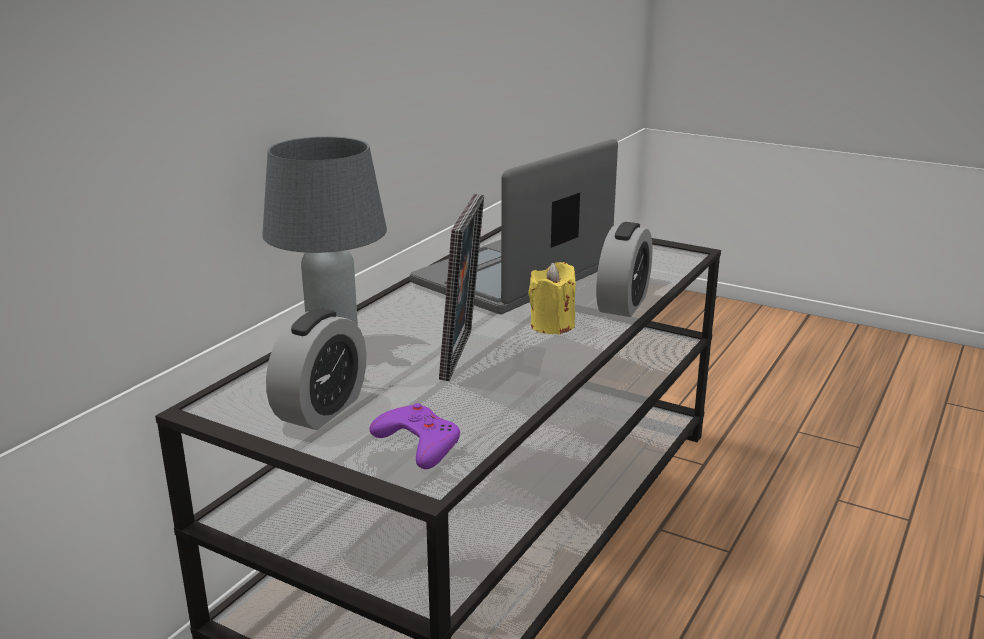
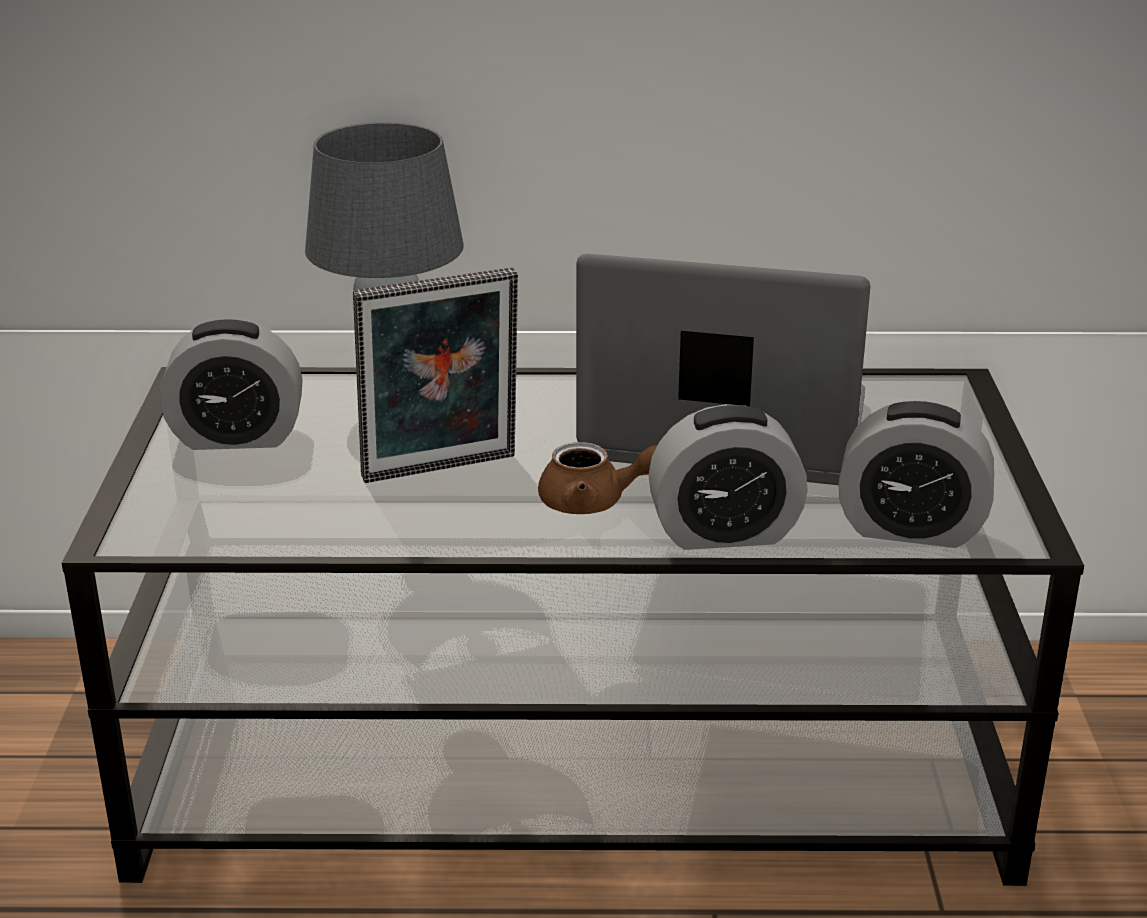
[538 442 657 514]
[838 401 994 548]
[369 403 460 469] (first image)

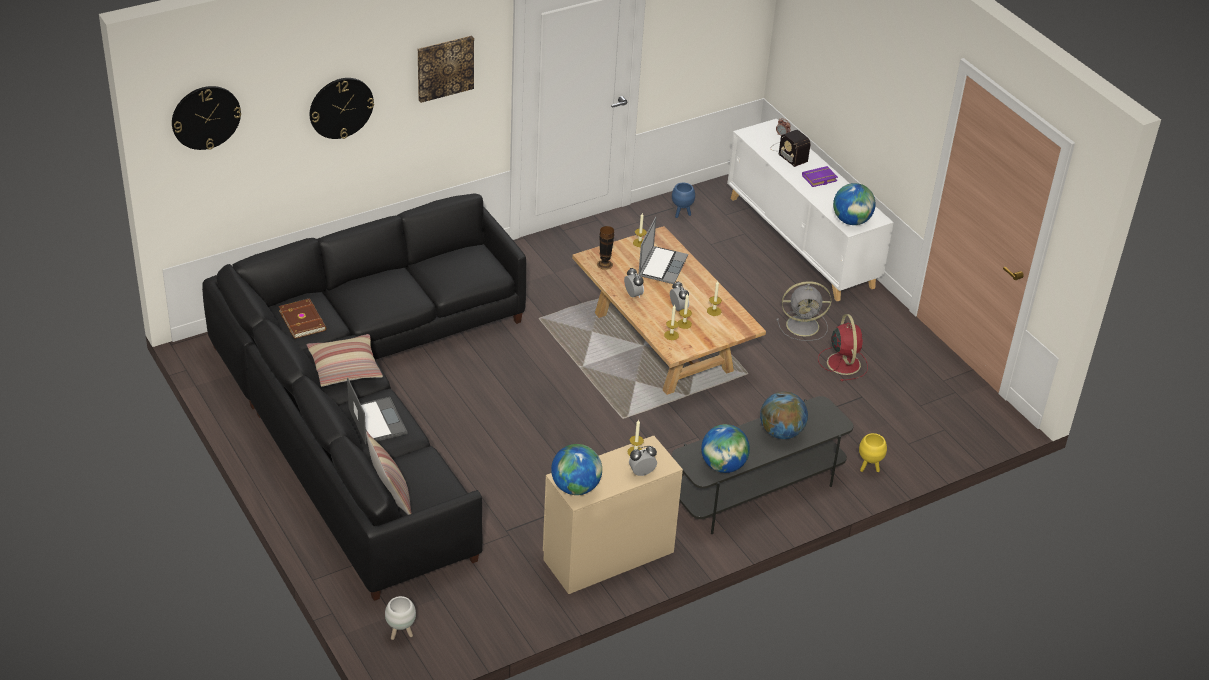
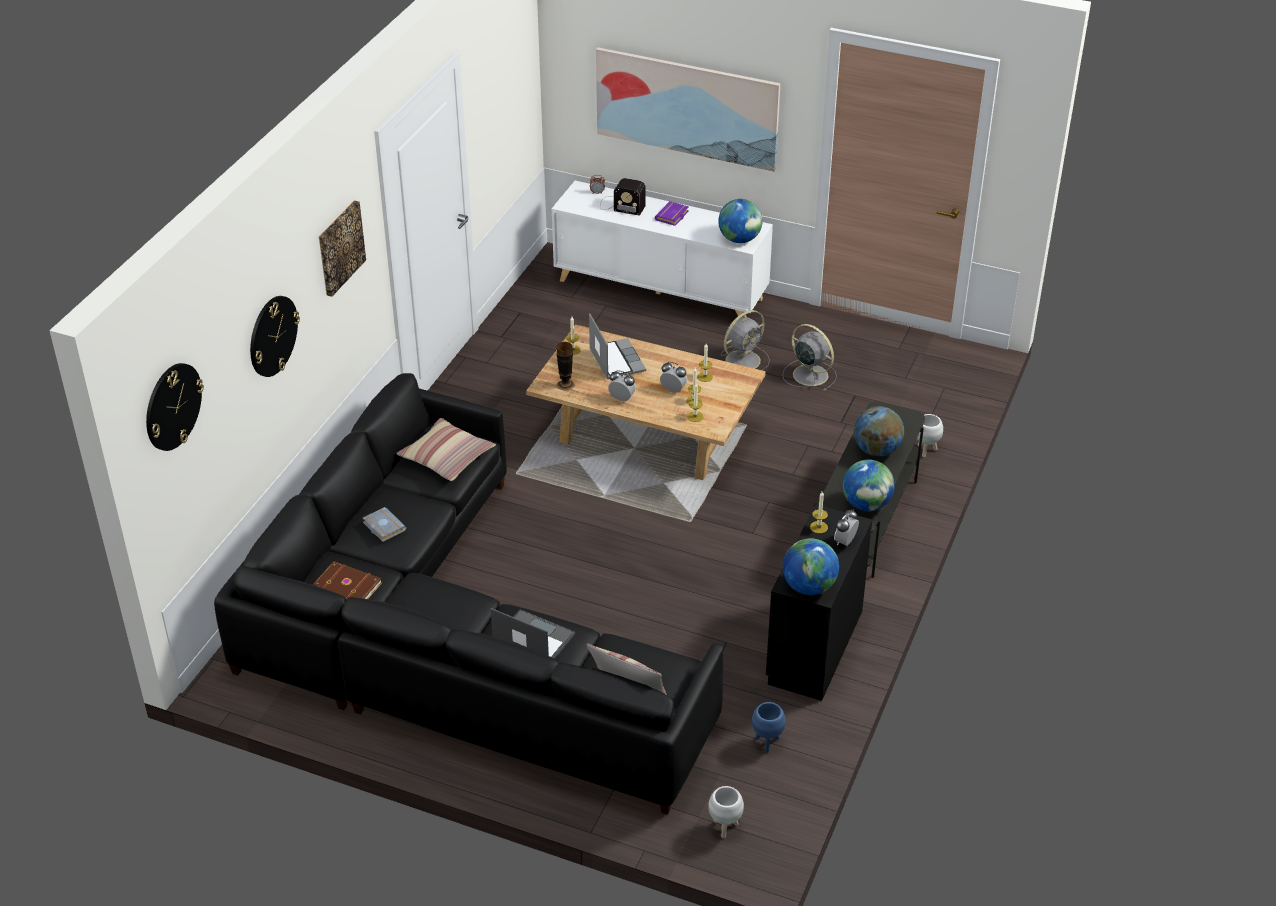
[363 507 406 542]
[396 418 496 481]
[596 47 781 172]
[752 702 786 753]
[766 504 872 701]
[782 324 837 391]
[917 414 943 457]

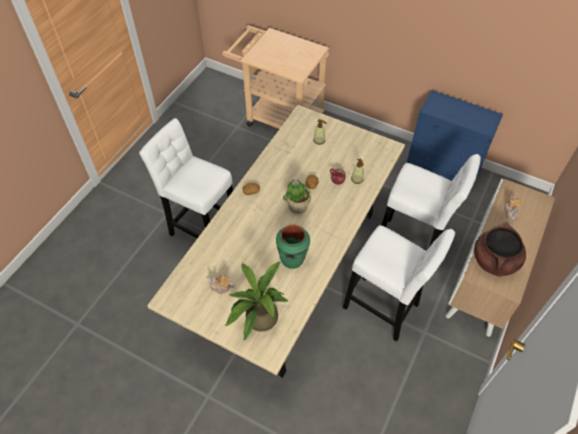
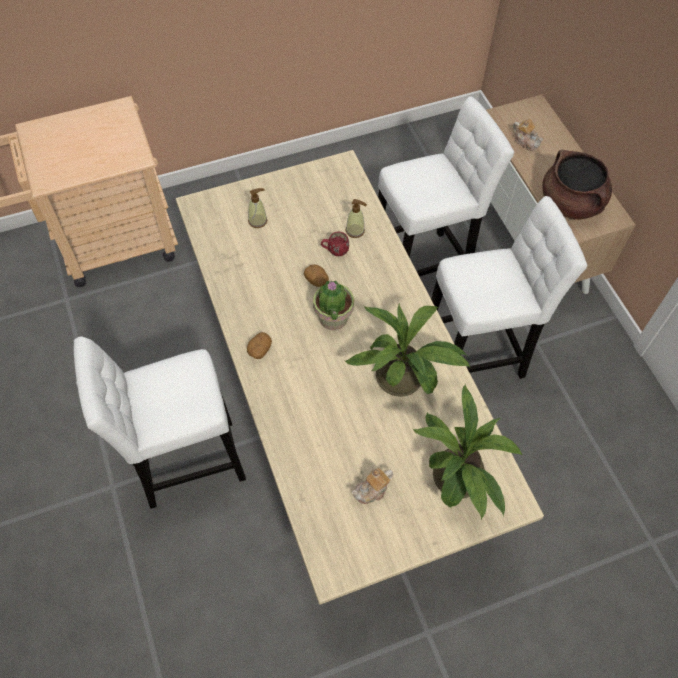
[345 304 471 397]
[407 90 503 187] (first image)

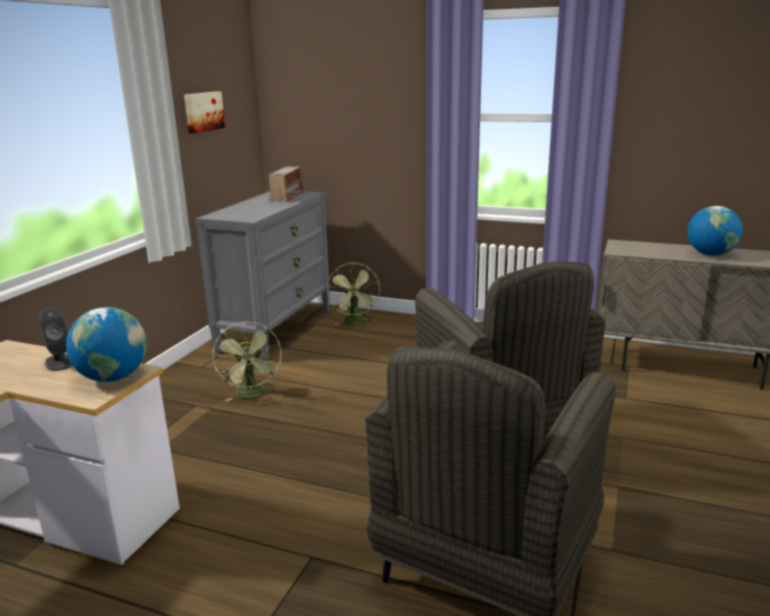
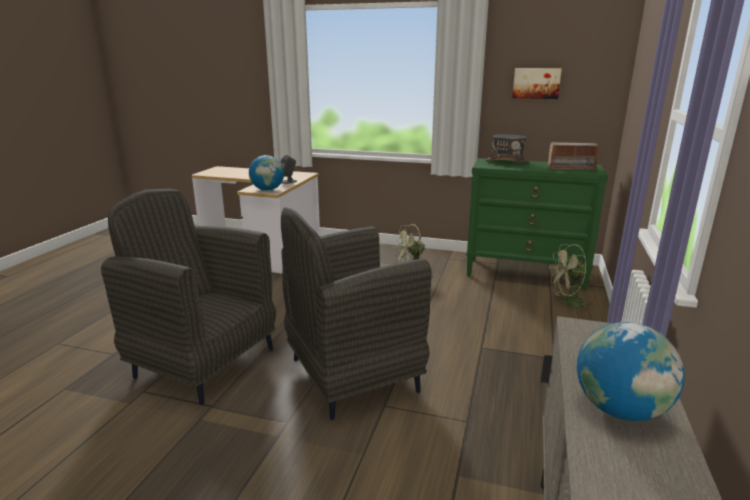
[466 158 608 290]
[485 134 530 164]

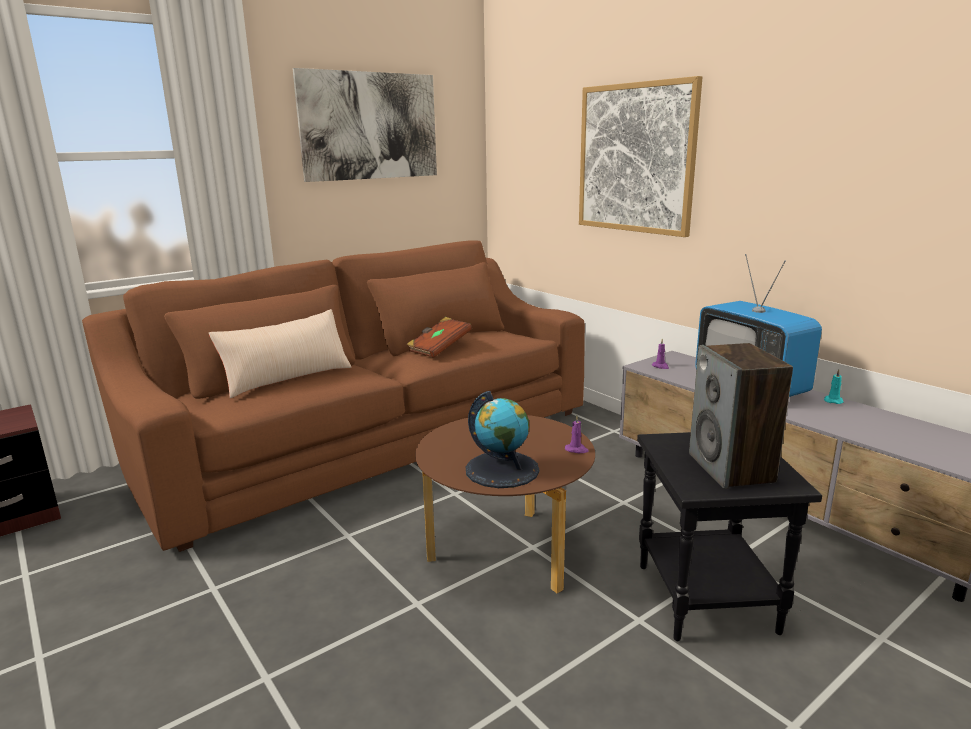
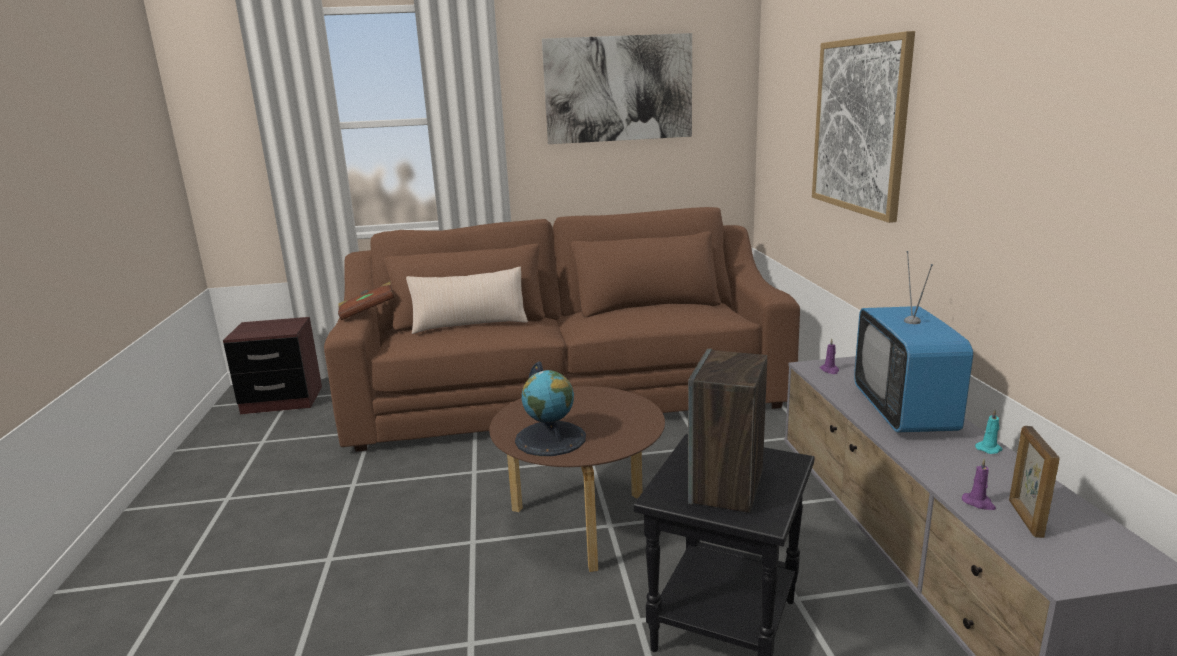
[338 282 395 320]
[962 458 996 510]
[1009 426 1059 538]

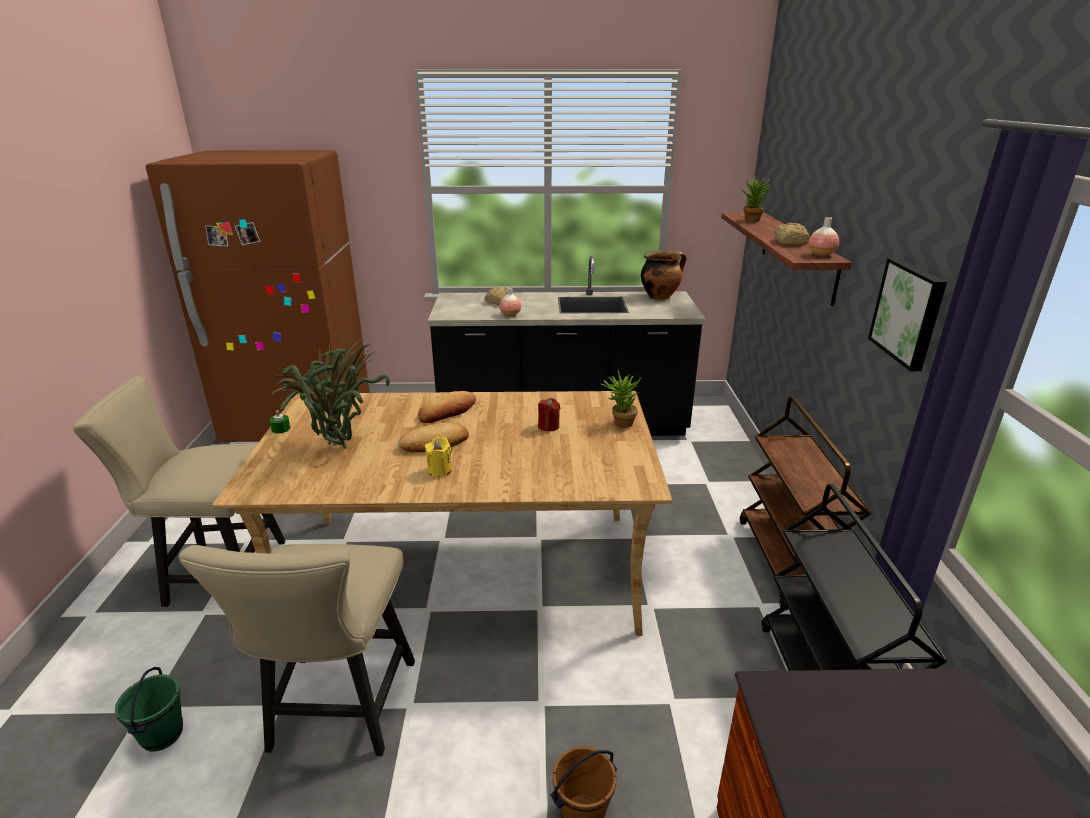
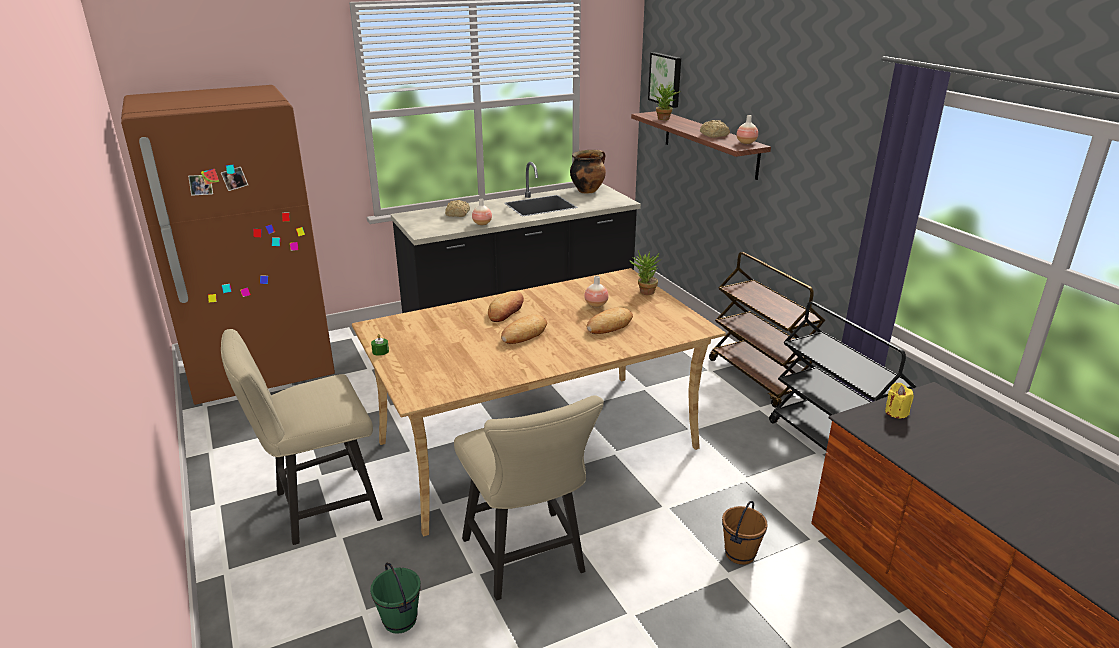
[584 276 608 307]
[587 307 633 334]
[648 52 681 108]
[885 383 914 419]
[263 339 390 449] (first image)

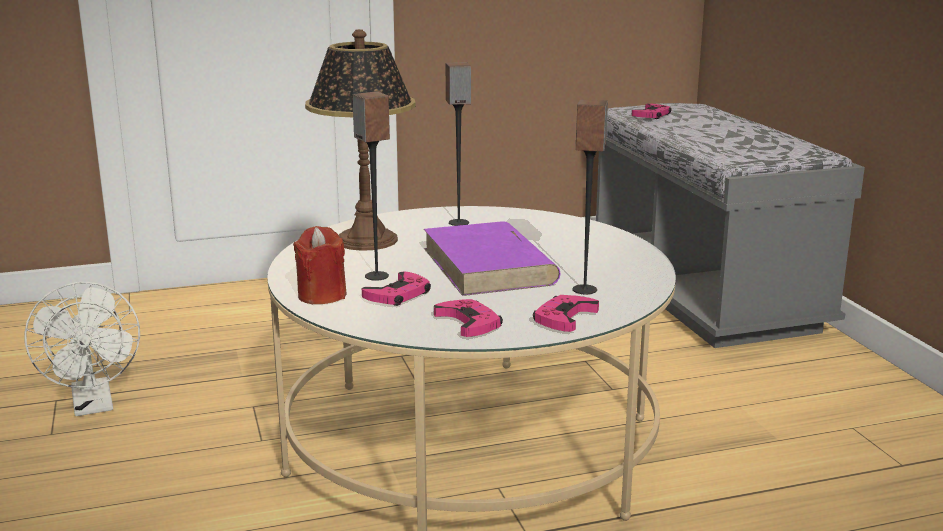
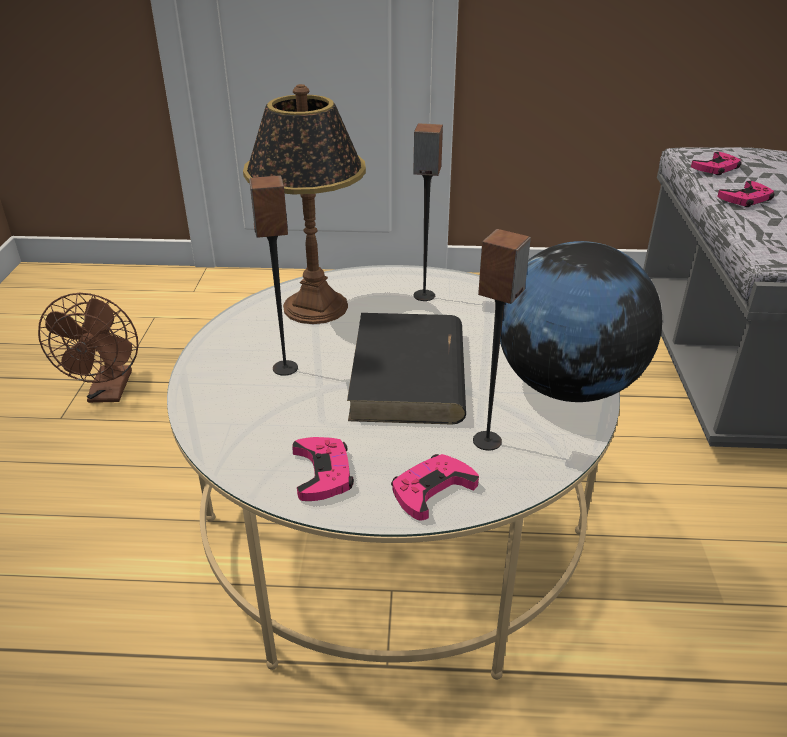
[38 293 138 403]
[347 313 466 424]
[500 241 662 402]
[717 181 774 207]
[293 226 347 304] (first image)

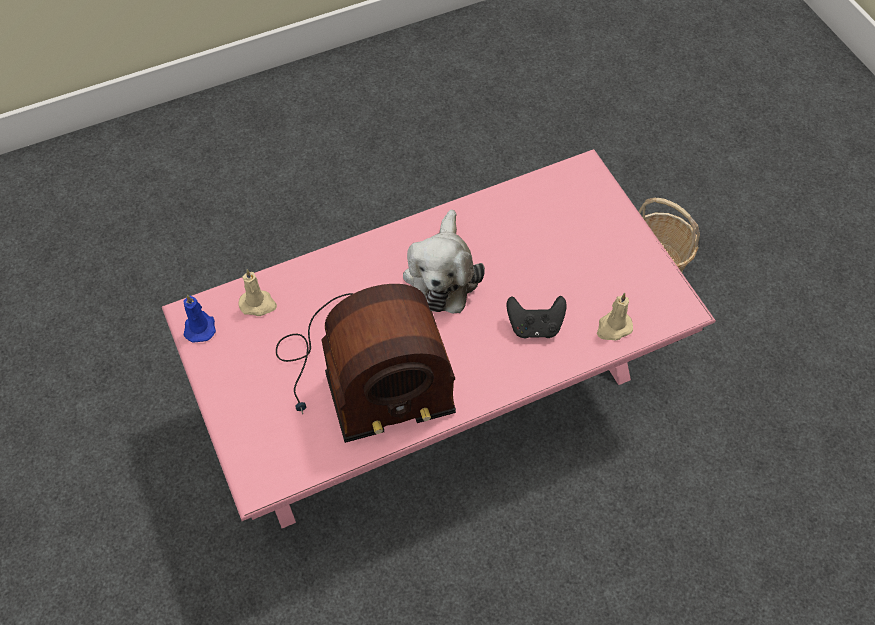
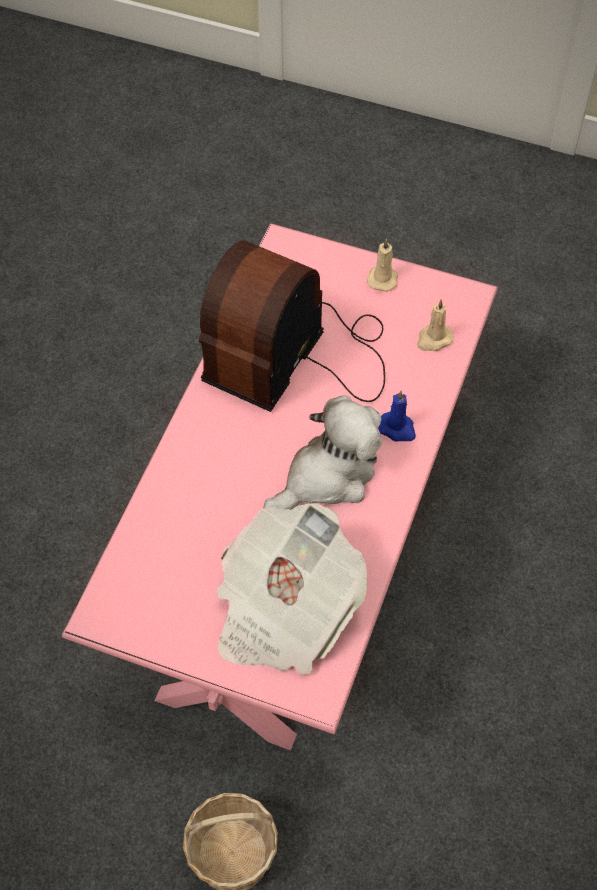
[216 503 368 675]
[263 395 382 510]
[366 238 398 292]
[378 391 416 442]
[507 296 566 339] (first image)

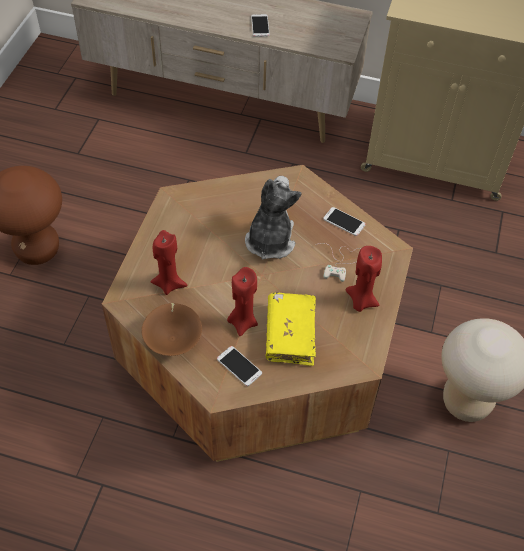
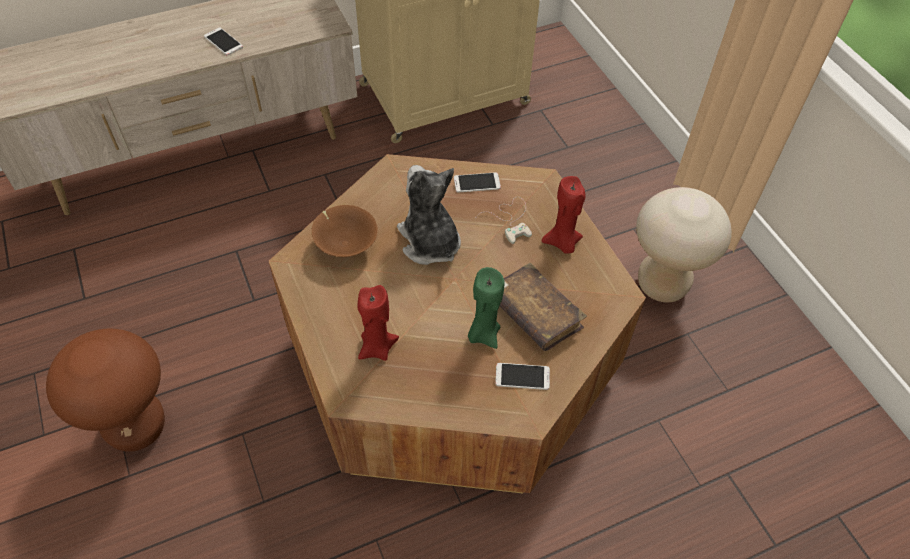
[312 205 378 257]
[468 267 505 349]
[500 263 587 351]

